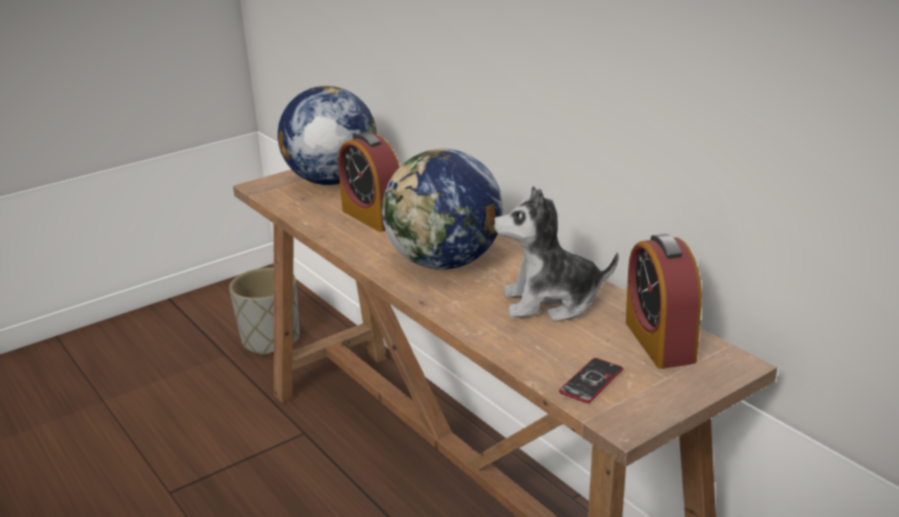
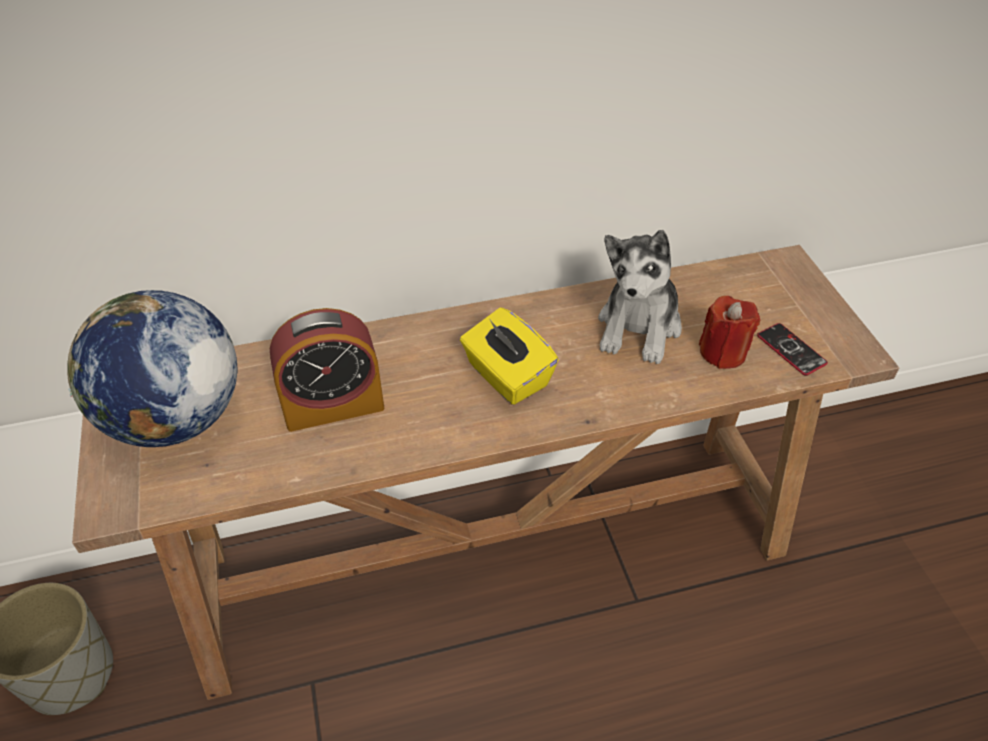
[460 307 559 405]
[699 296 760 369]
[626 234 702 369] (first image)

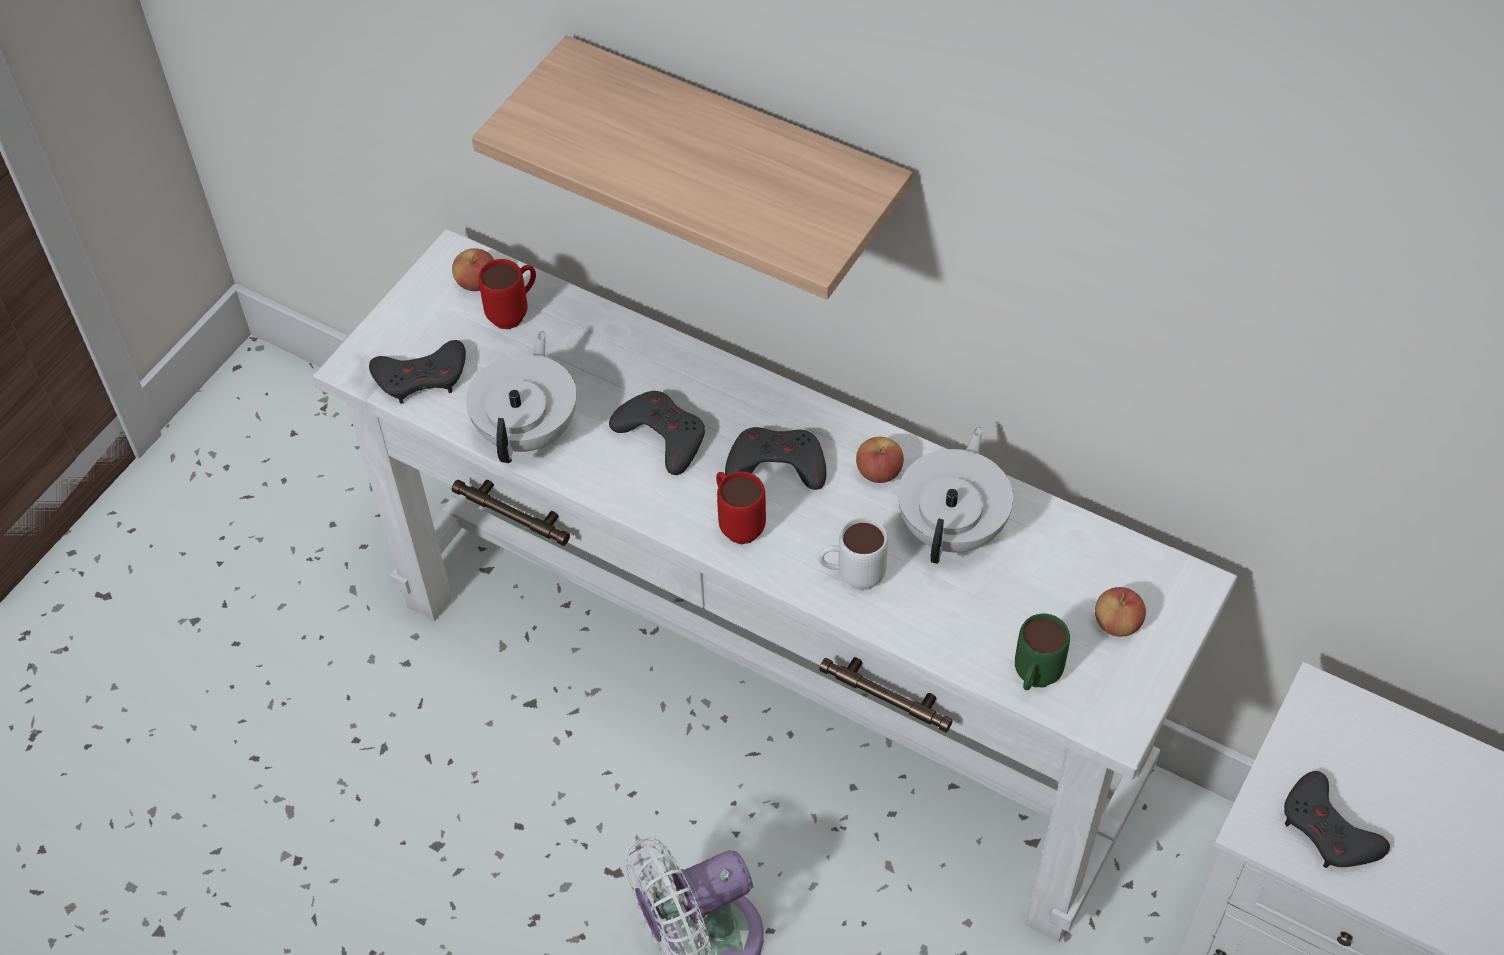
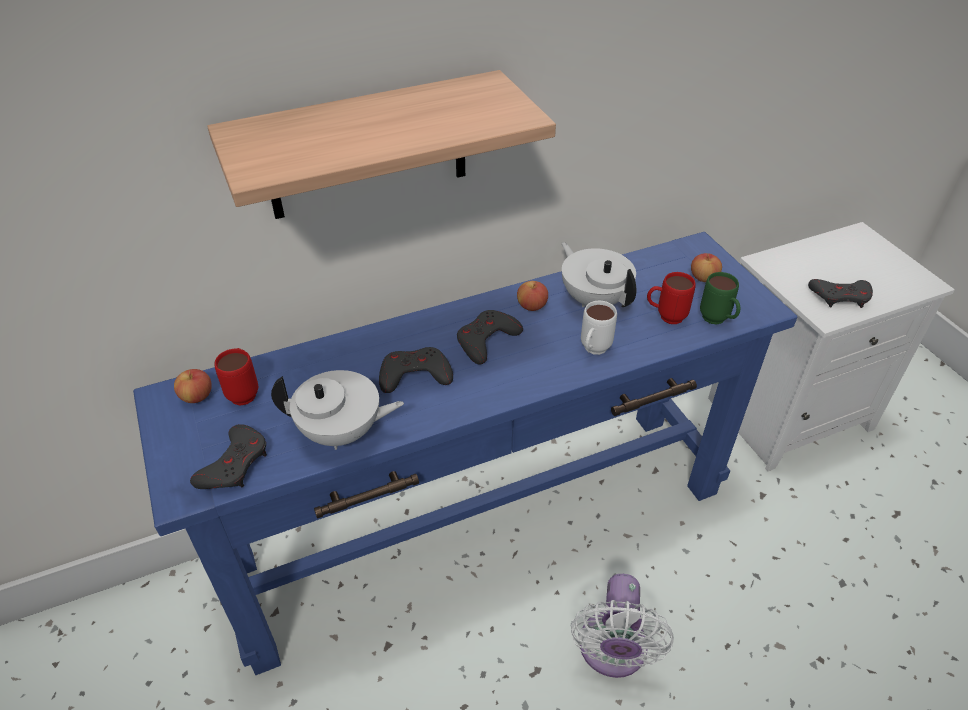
[133 232 797 675]
[271 370 404 450]
[647 272 696 324]

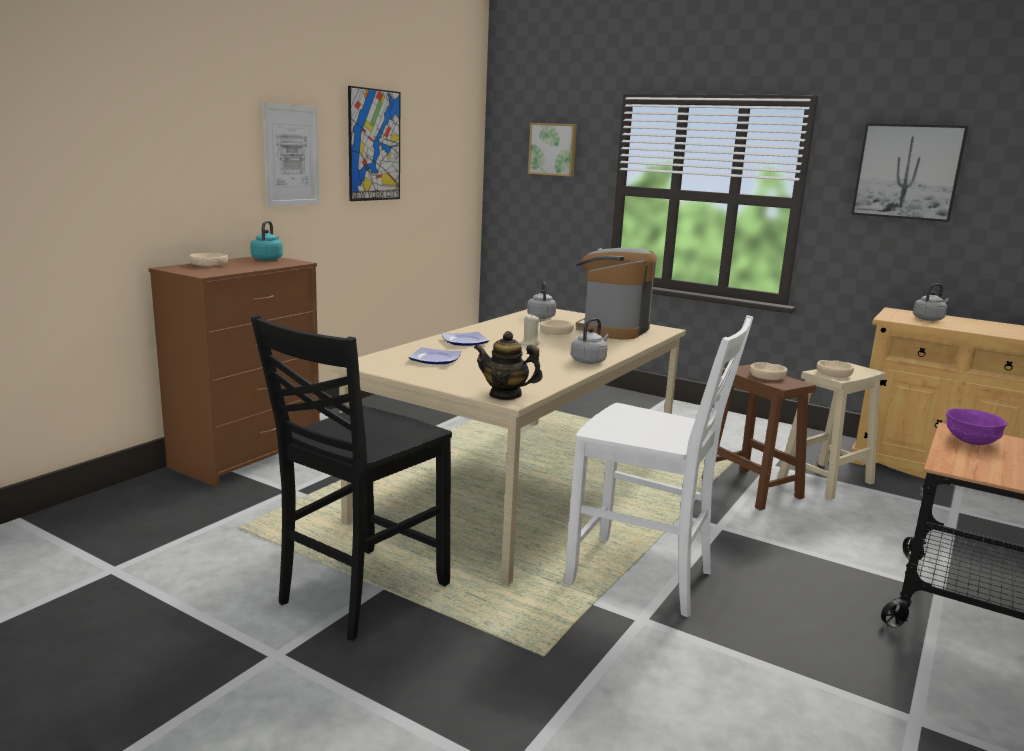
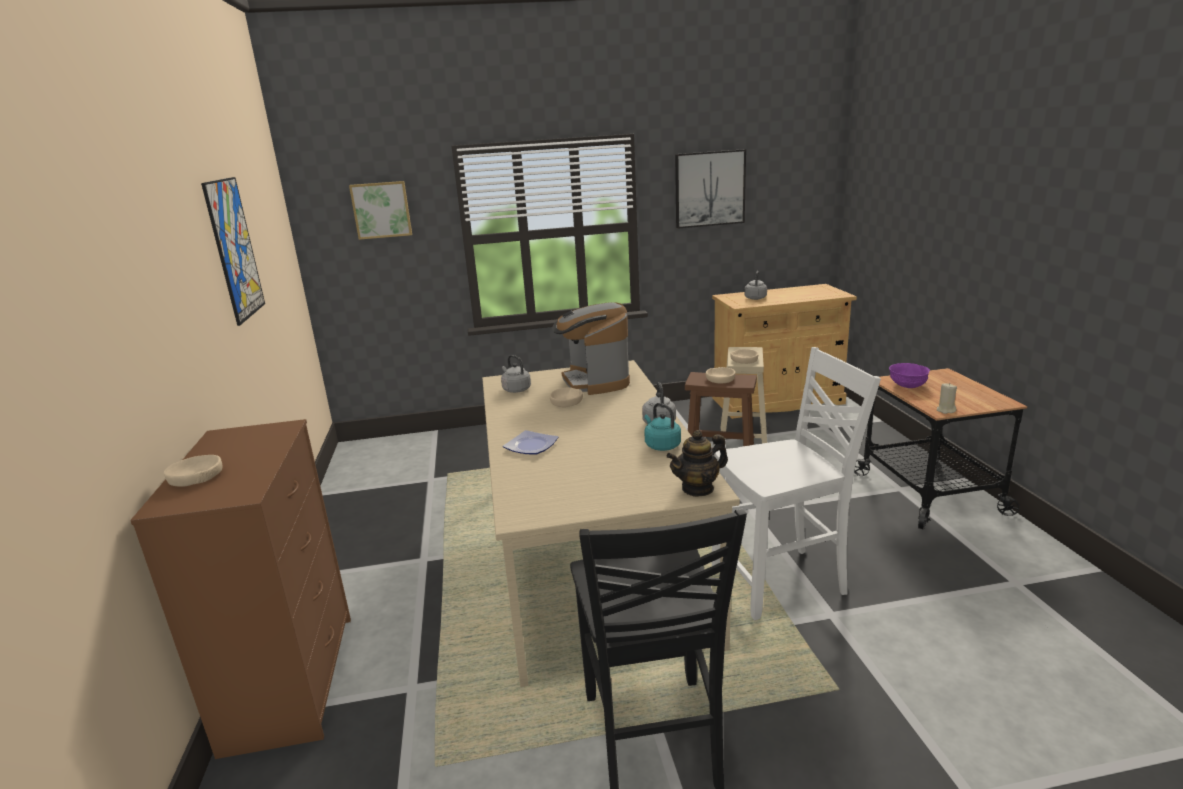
[644 403 681 451]
[937 383 957 414]
[262 102 320 207] (first image)
[408 347 461 364] (first image)

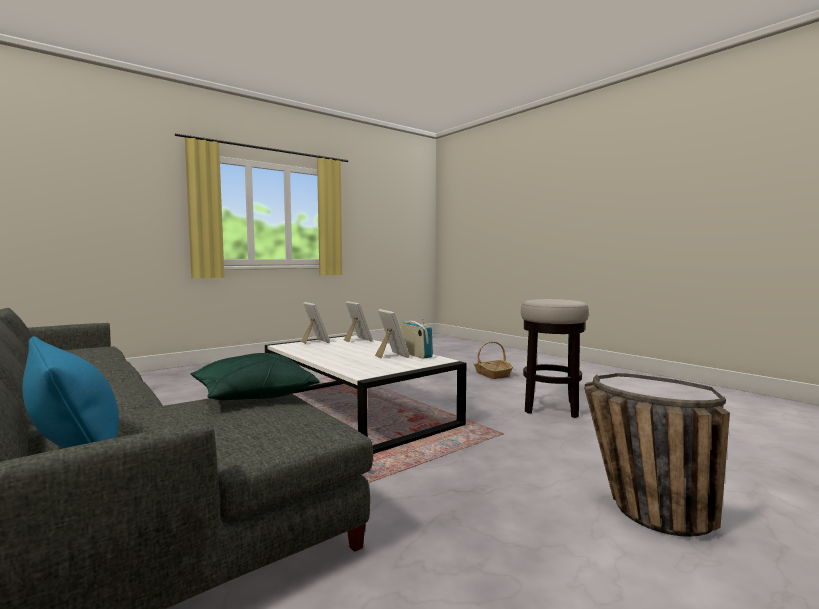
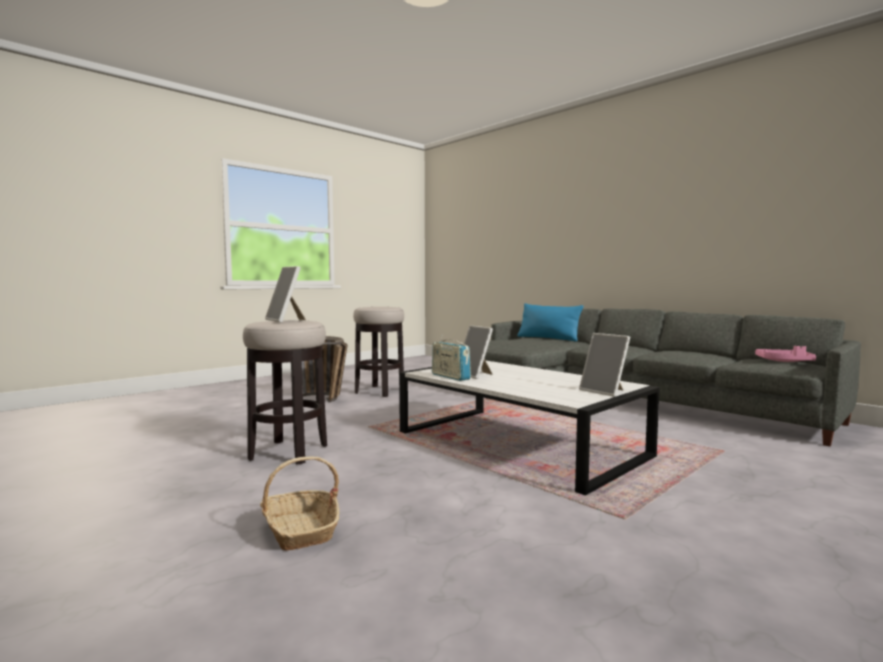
[265 266 306 322]
[353 307 404 397]
[755 346 816 362]
[190 353 320 400] (first image)

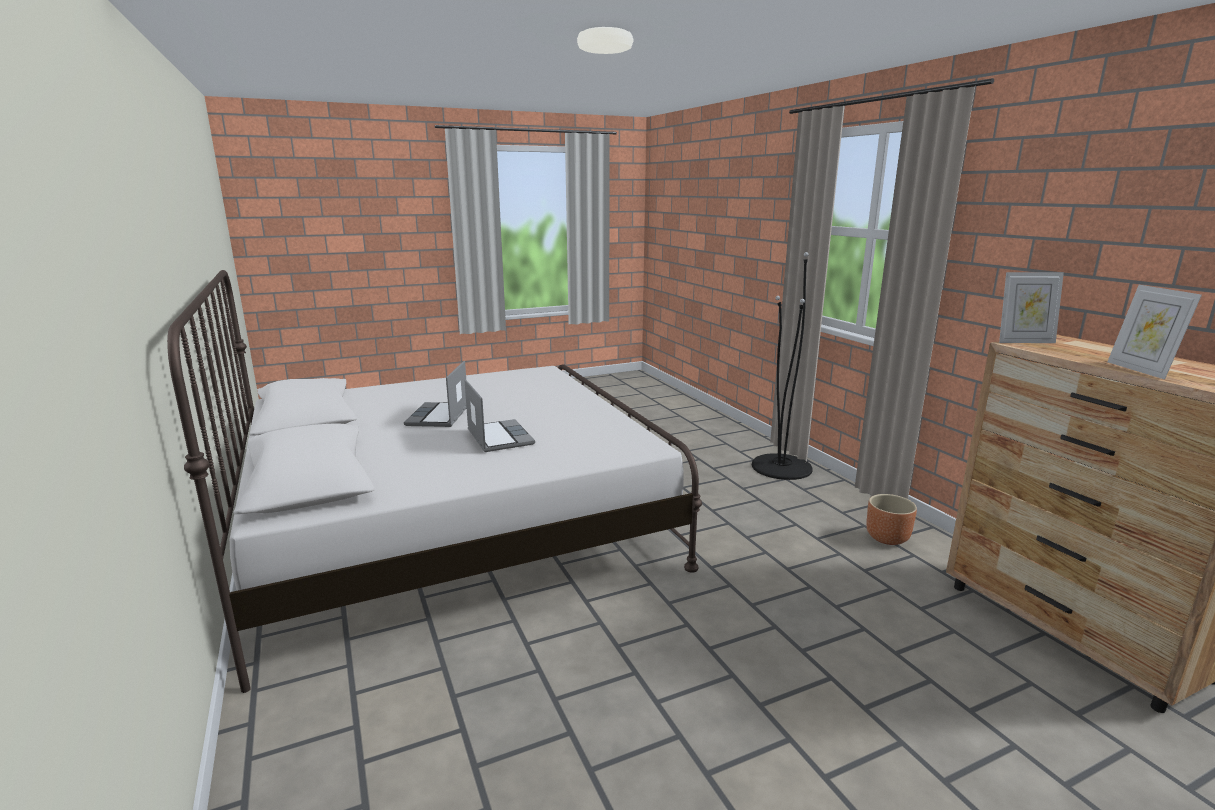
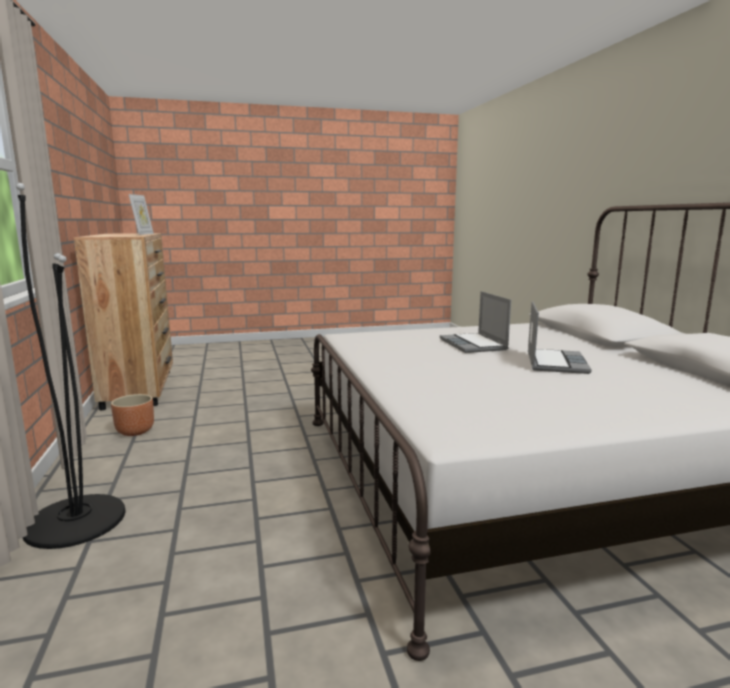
[999 272 1064 343] (first image)

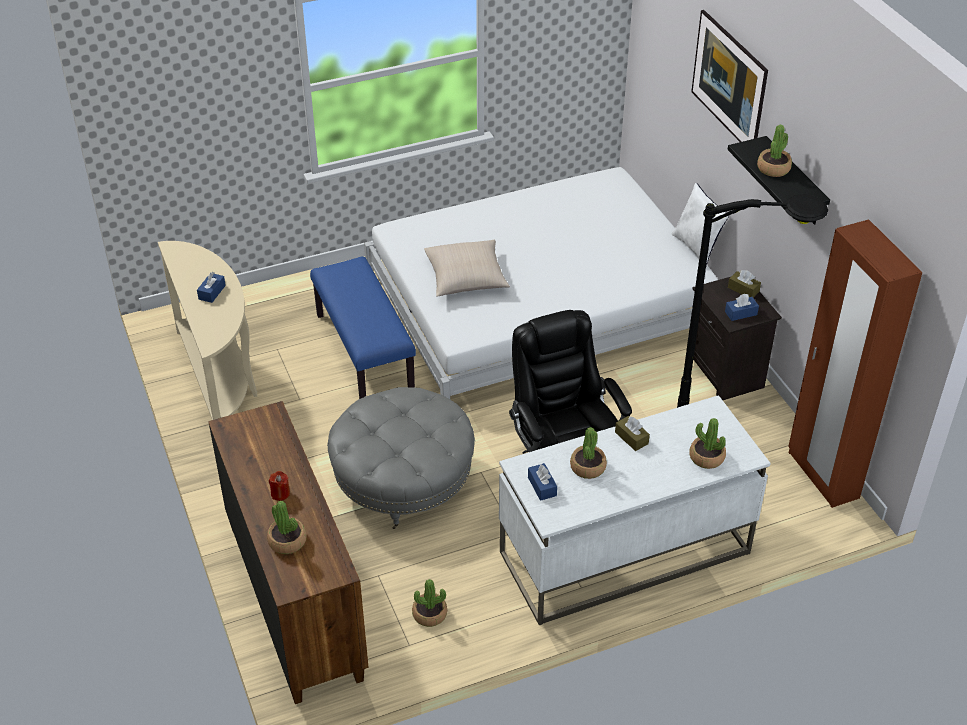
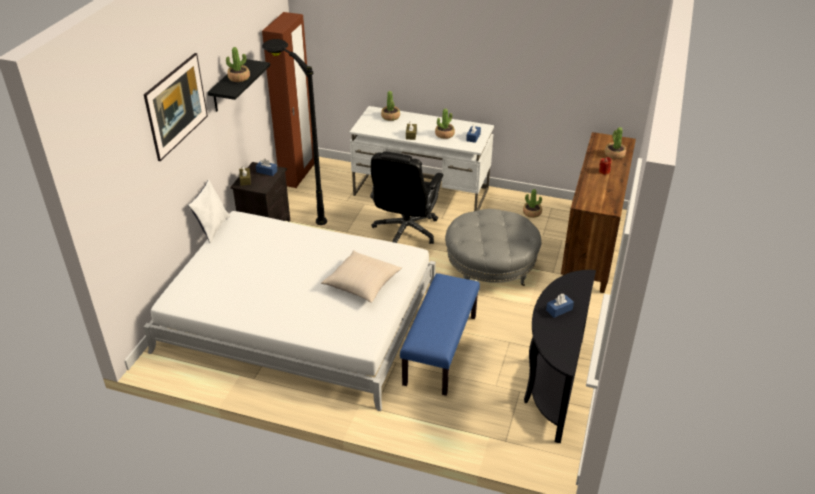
[524 270 596 443]

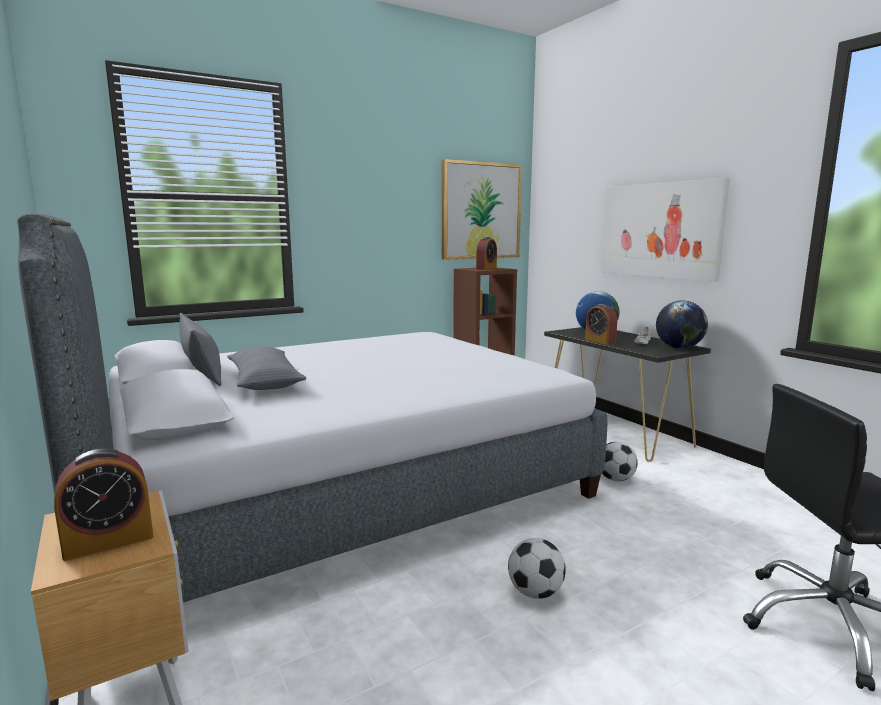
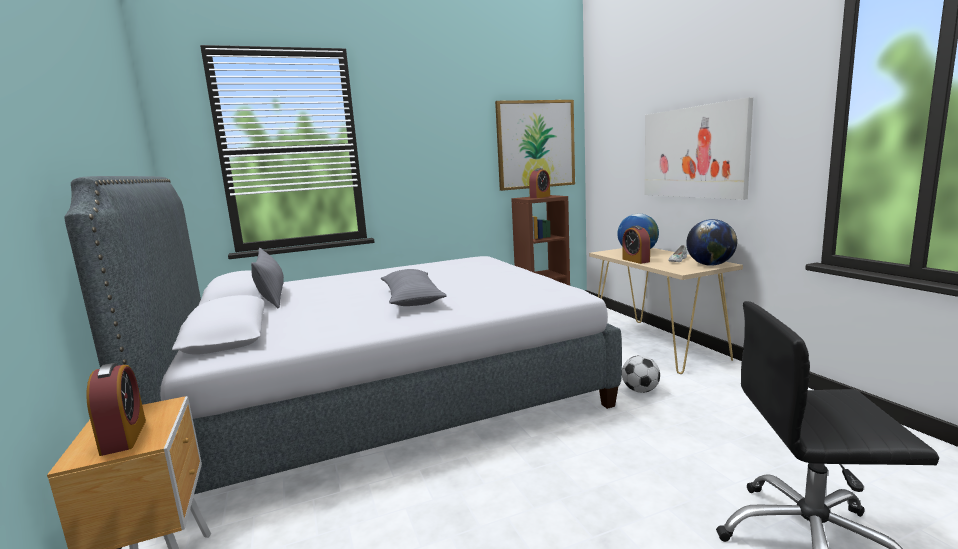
[86 363 146 456]
[381 269 447 306]
[589 248 743 374]
[508 538 566 599] (first image)

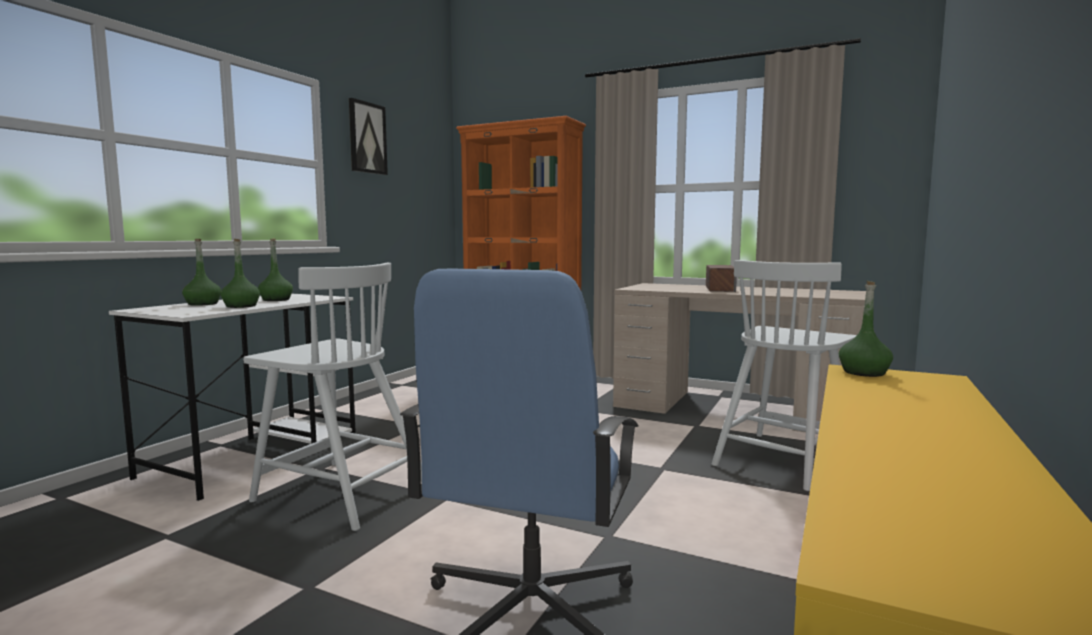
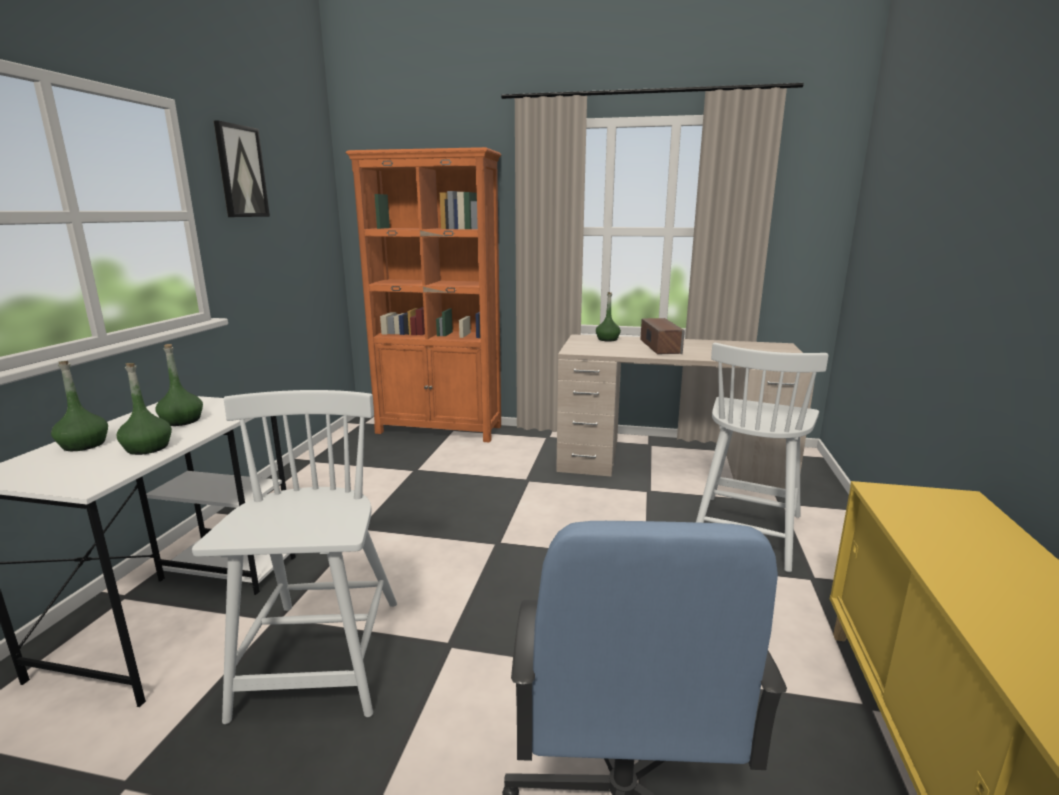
[192 390 397 724]
[596 292 621 342]

